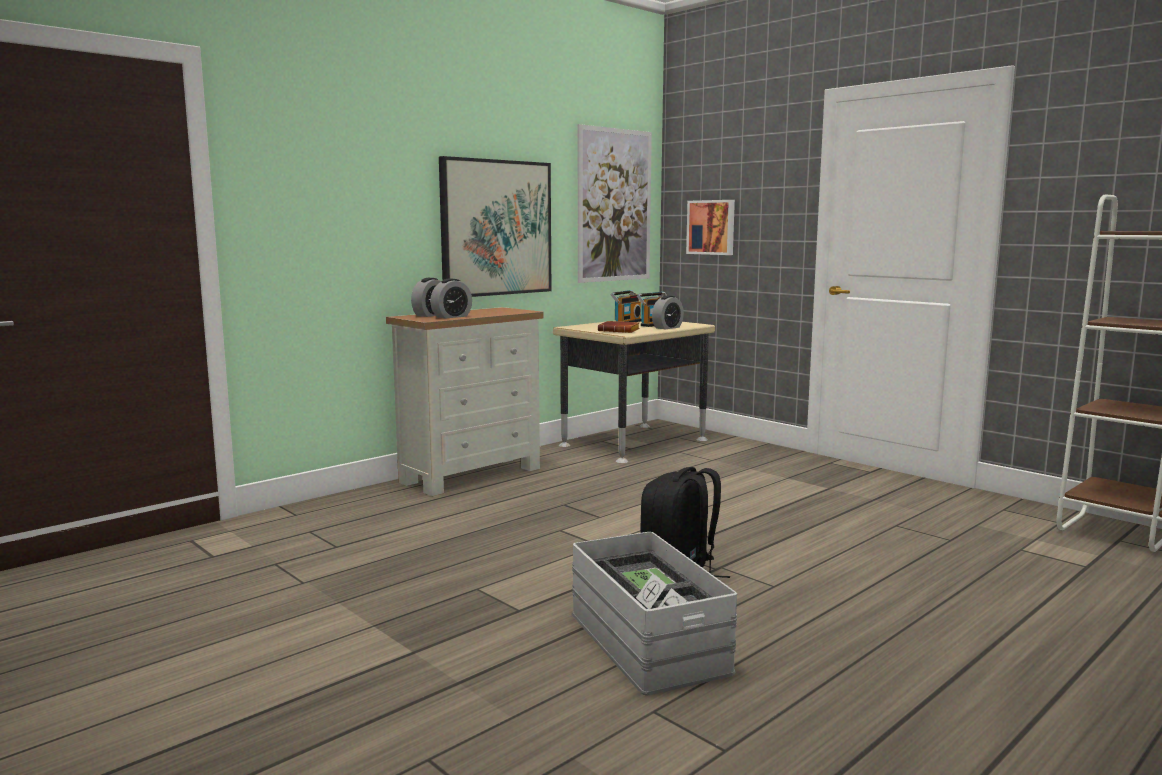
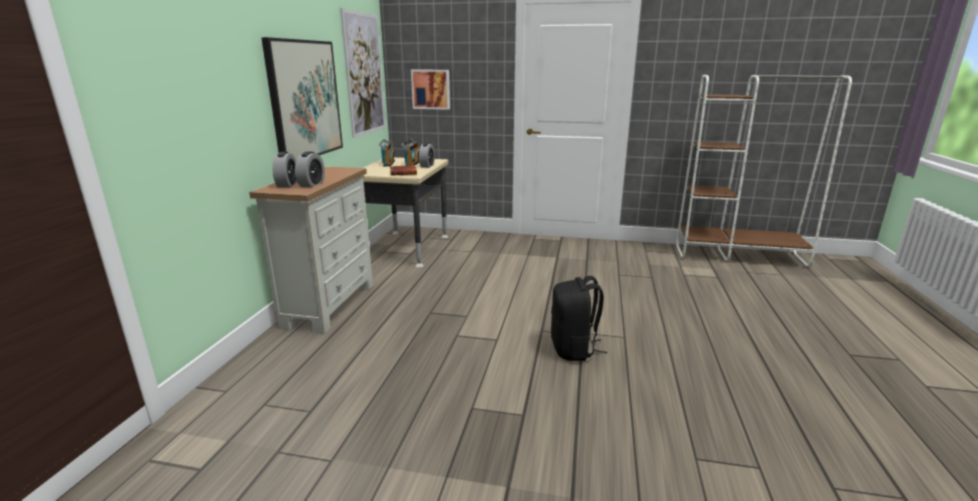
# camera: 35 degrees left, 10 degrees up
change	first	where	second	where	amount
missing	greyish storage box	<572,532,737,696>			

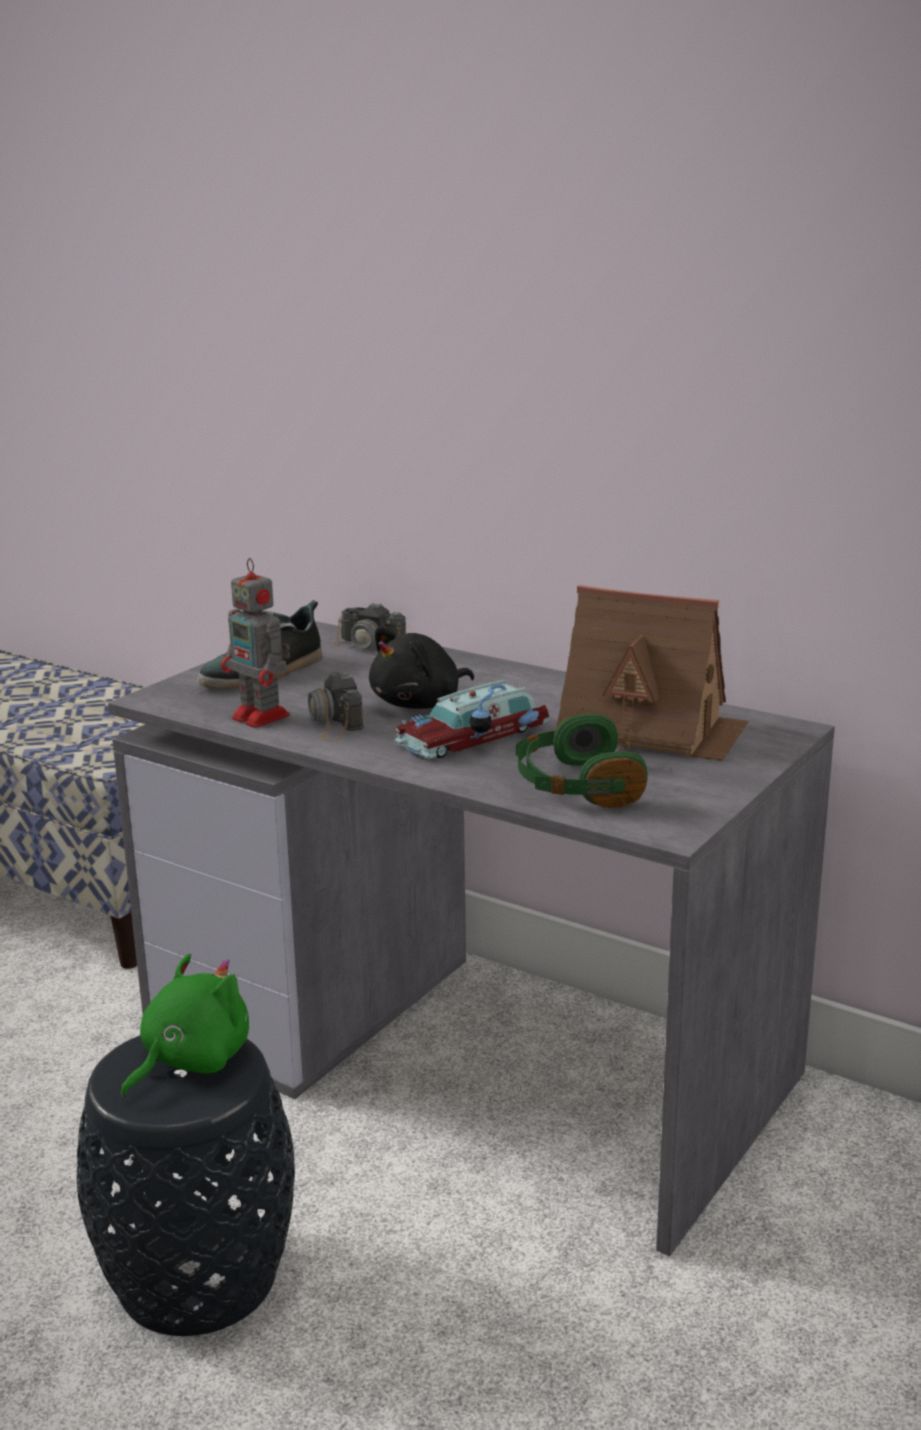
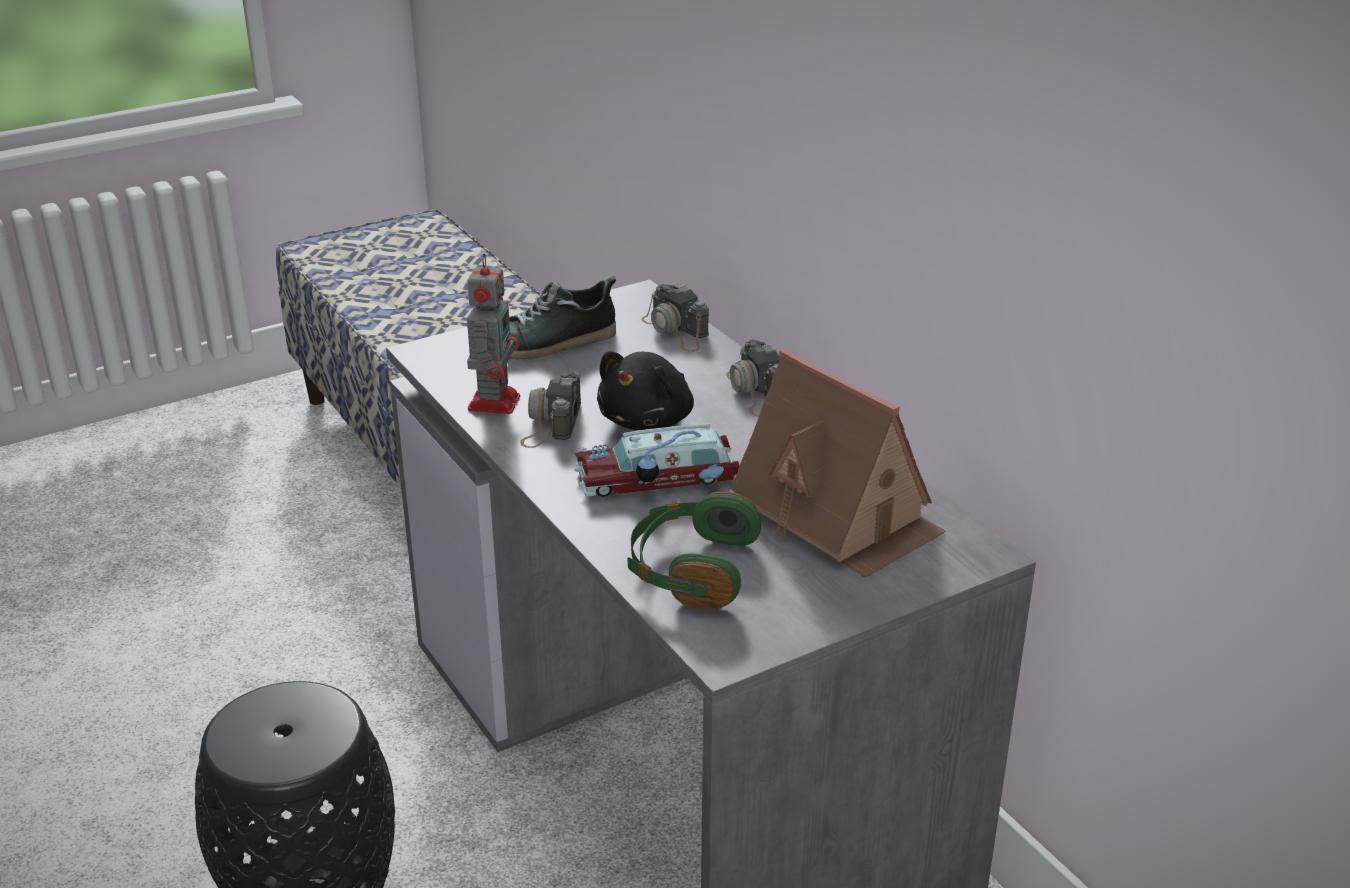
# camera: 25 degrees right, 10 degrees up
change	first	where	second	where	amount
missing	green-coloured soft toy	<121,953,249,1098>			
appeared			photo camera	<726,339,780,417>	
spun	robot figure	<221,558,290,728>		<467,253,520,414>	150 degrees counterclockwise
spun	blackish soft toy	<369,627,474,709>		<597,351,694,430>	45 degrees counterclockwise

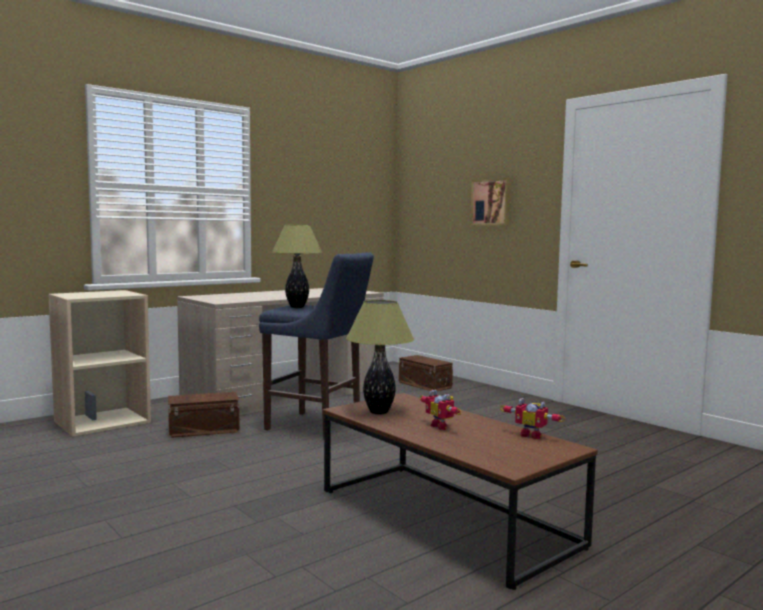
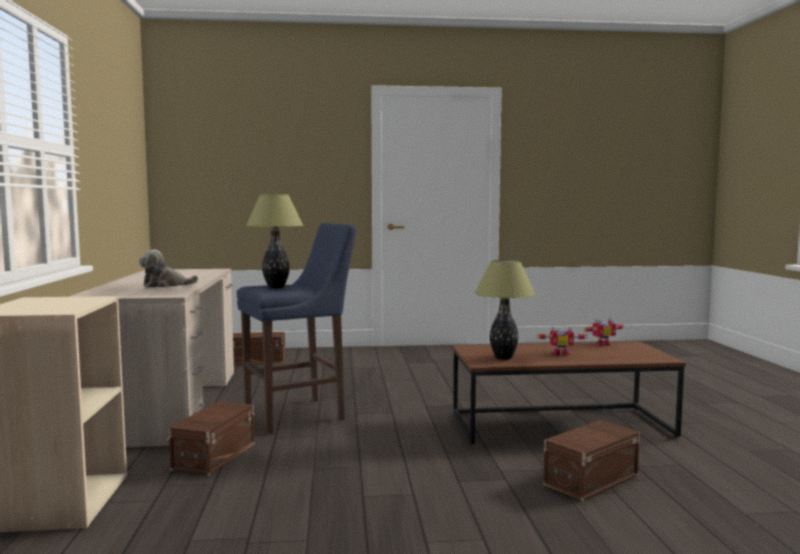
# camera: 55 degrees left, 0 degrees up
change	first	where	second	where	amount
missing	wall picture	<470,178,510,225>			
appeared			soft toy	<139,250,198,288>	
appeared			brownish storage box	<543,420,640,502>	

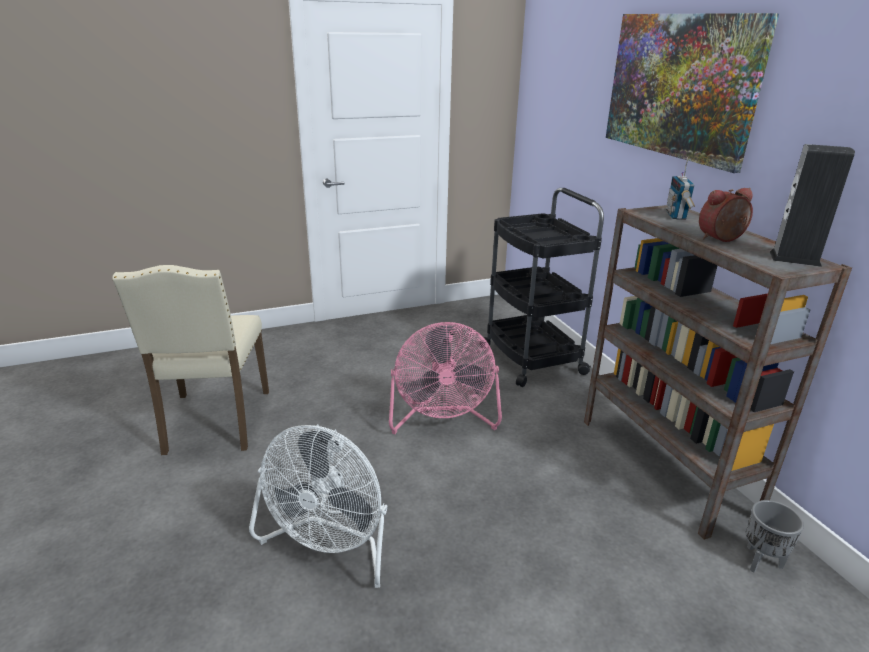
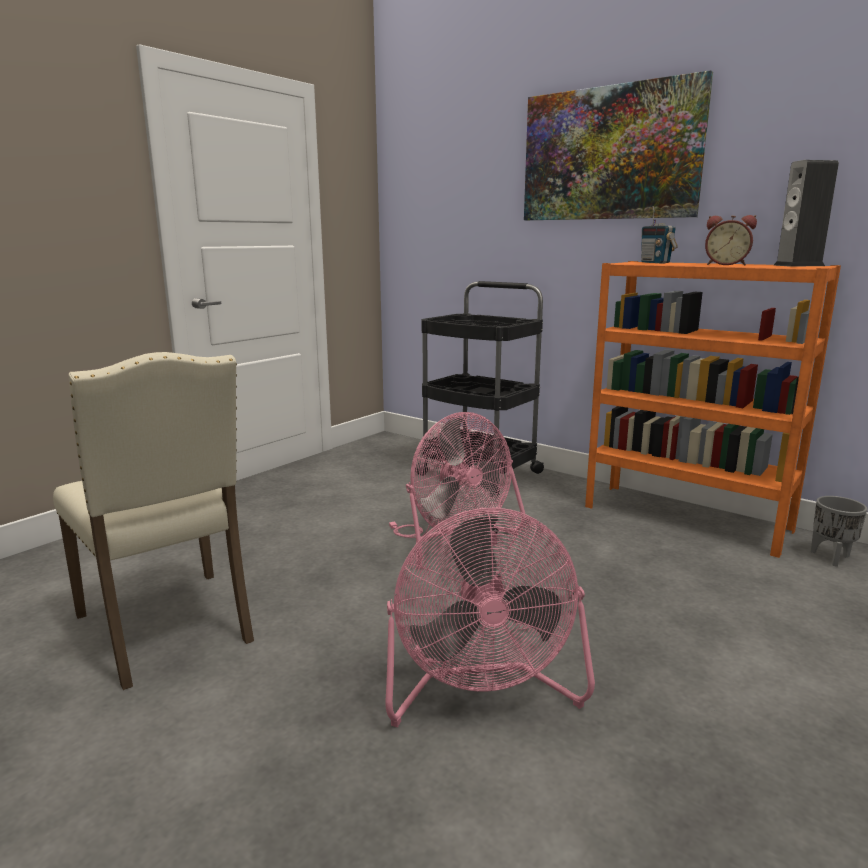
# camera: 30 degrees left, 10 degrees down
change	first	where	second	where	amount
colour	white-coloured electric fan	<249,424,387,588>	pink electric fan	<385,508,595,727>	
colour	greyish bookcase	<584,205,852,540>	orange bookcase	<585,261,841,558>	
spun	table clock	<699,188,753,242>		<705,215,757,266>	105 degrees counterclockwise

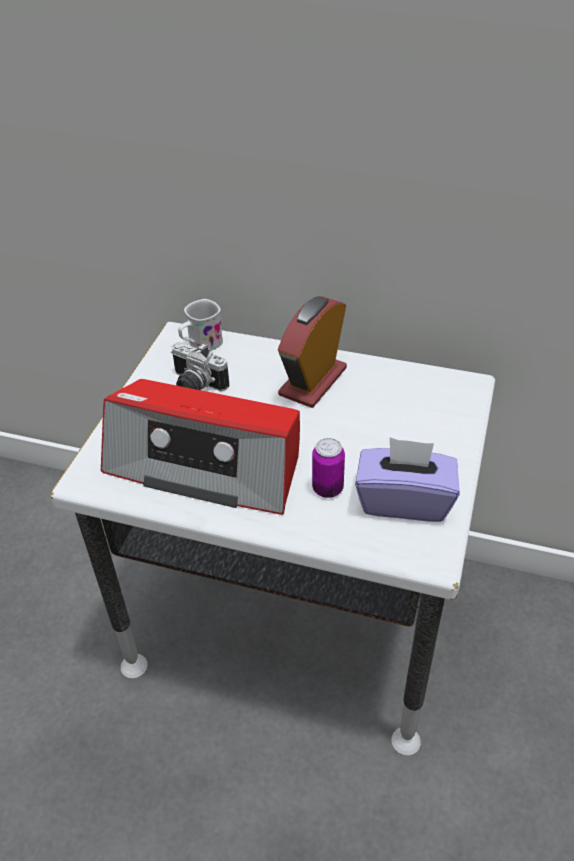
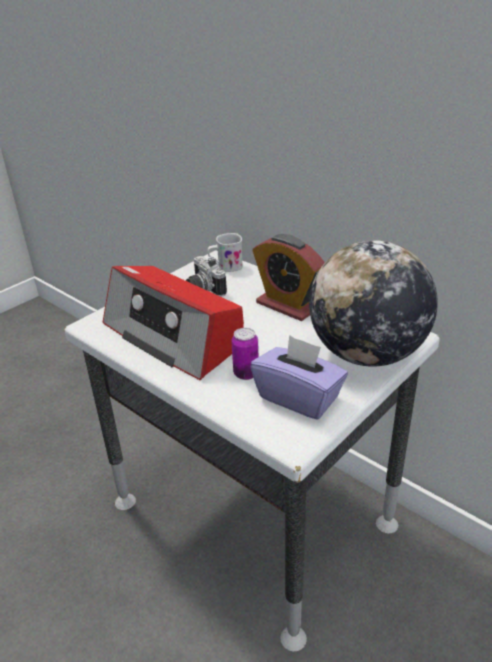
# camera: 25 degrees right, 10 degrees down
change	first	where	second	where	amount
appeared			world globe	<309,240,438,367>	
spun	table clock	<278,296,347,408>		<252,234,325,321>	105 degrees counterclockwise

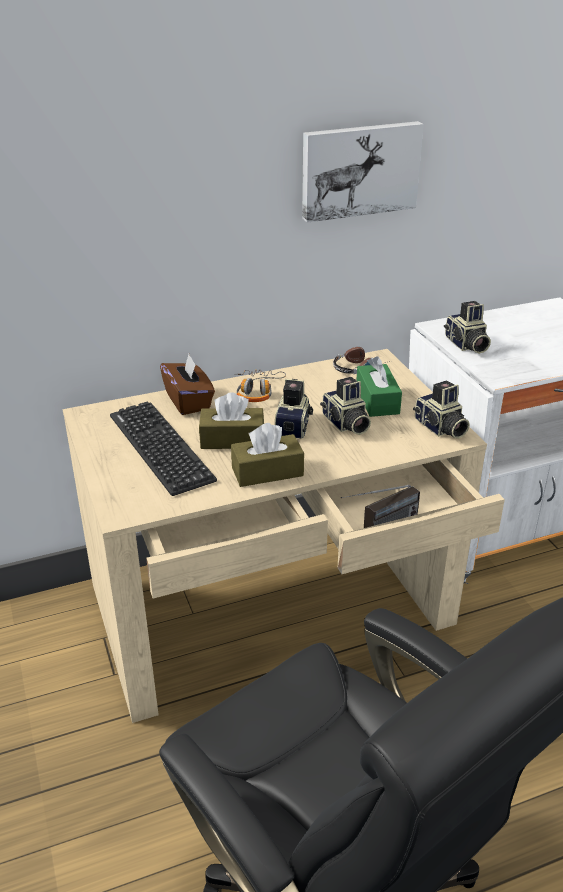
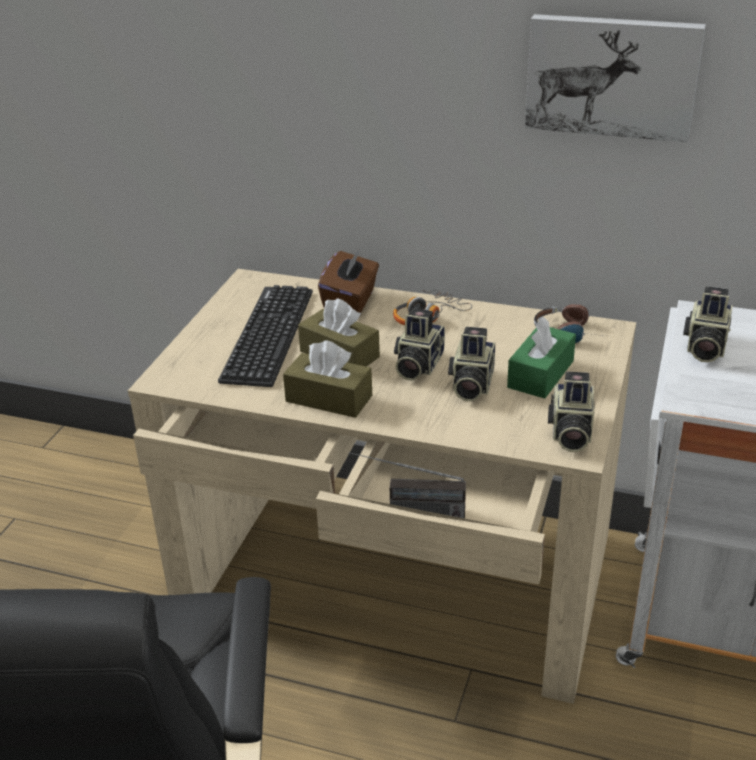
# camera: 40 degrees right, 0 degrees up
change	first	where	second	where	amount
spun	photo camera	<275,379,313,439>		<394,308,445,380>	150 degrees clockwise

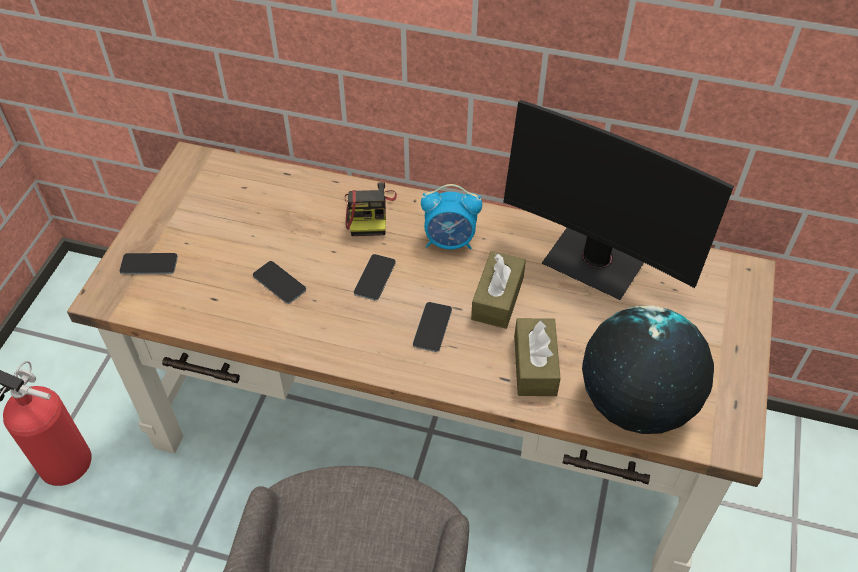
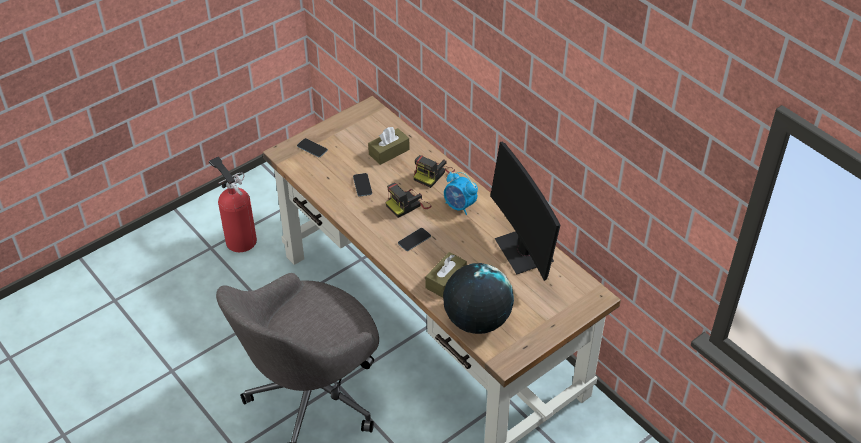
# camera: 35 degrees right, 5 degrees down
change	first	where	second	where	amount
relocated	brownish tissue box	<471,251,526,329>		<368,127,410,165>	
exchanged	phone	<354,254,396,300>	photo camera	<386,183,431,218>	

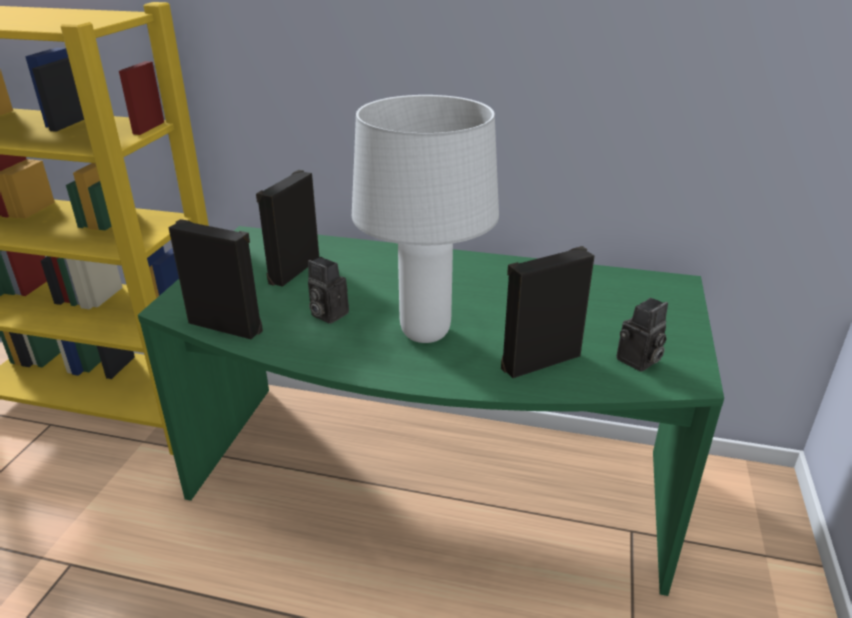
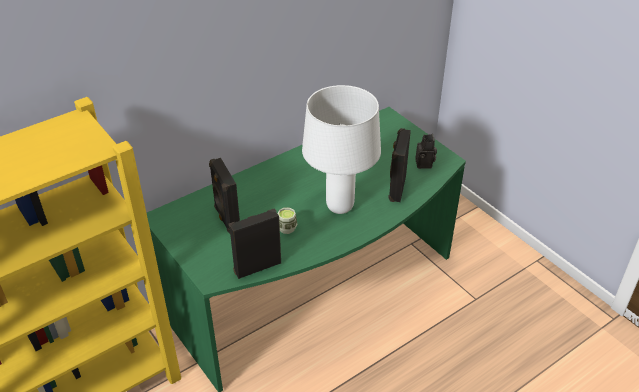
# camera: 50 degrees left, 10 degrees up
change	first	where	second	where	amount
exchanged	photo camera	<308,257,349,324>	small cup	<278,207,297,234>	

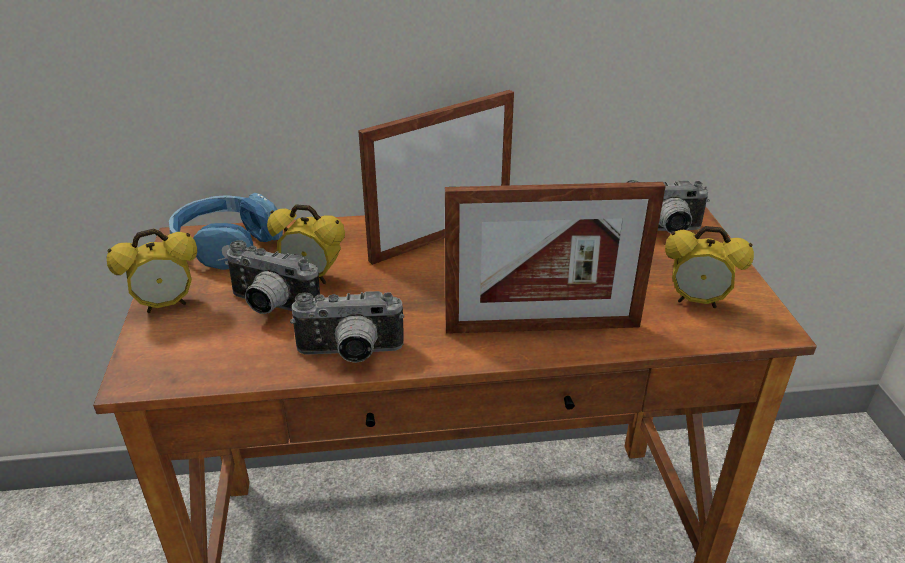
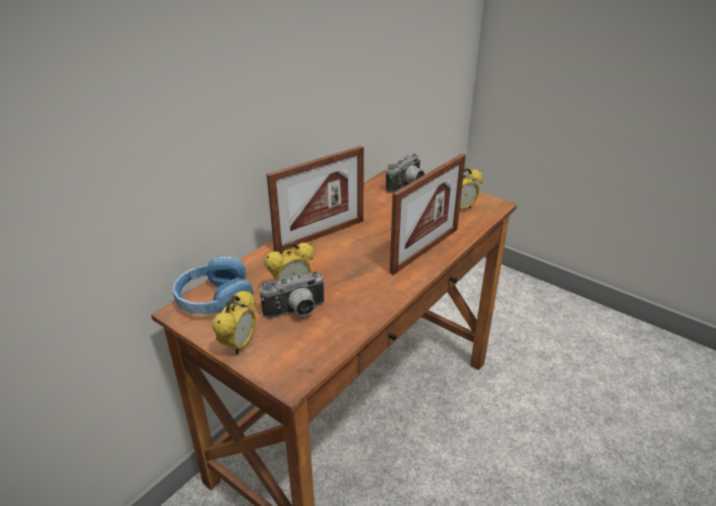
# camera: 45 degrees left, 0 degrees up
change	first	where	second	where	amount
missing	photo camera	<290,291,404,363>			
spun	photo frame	<358,90,514,265>		<267,146,364,252>	135 degrees counterclockwise

